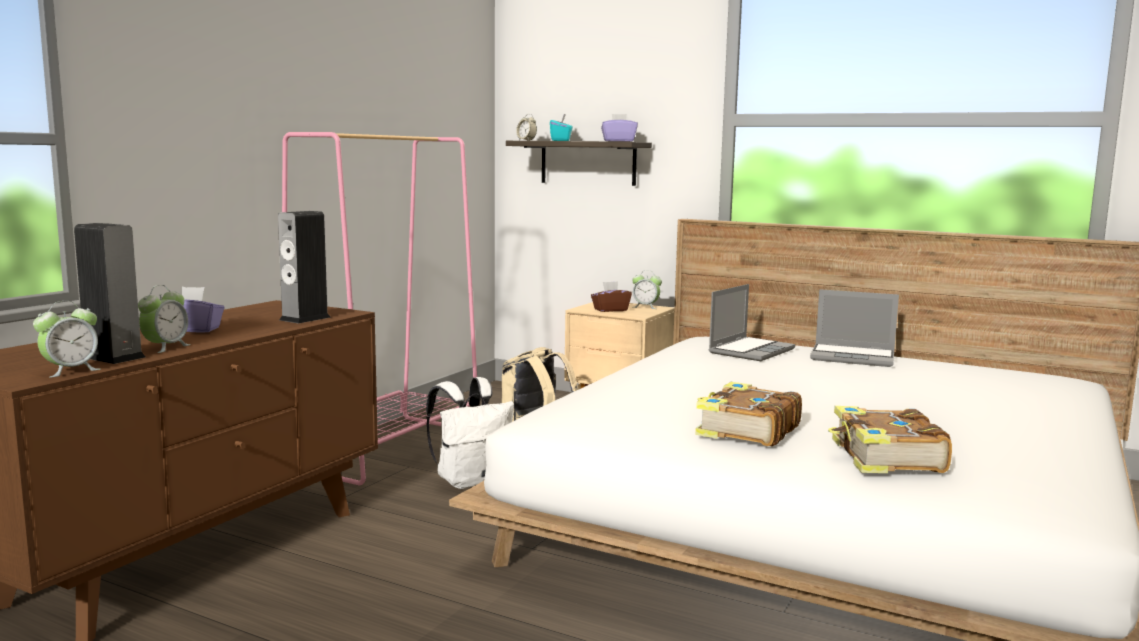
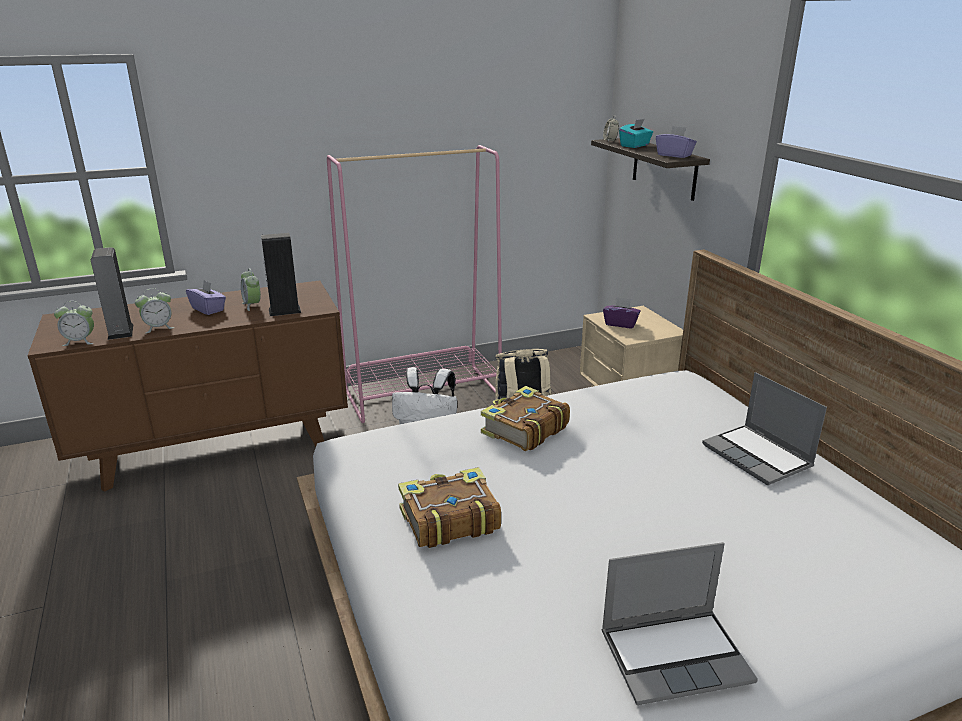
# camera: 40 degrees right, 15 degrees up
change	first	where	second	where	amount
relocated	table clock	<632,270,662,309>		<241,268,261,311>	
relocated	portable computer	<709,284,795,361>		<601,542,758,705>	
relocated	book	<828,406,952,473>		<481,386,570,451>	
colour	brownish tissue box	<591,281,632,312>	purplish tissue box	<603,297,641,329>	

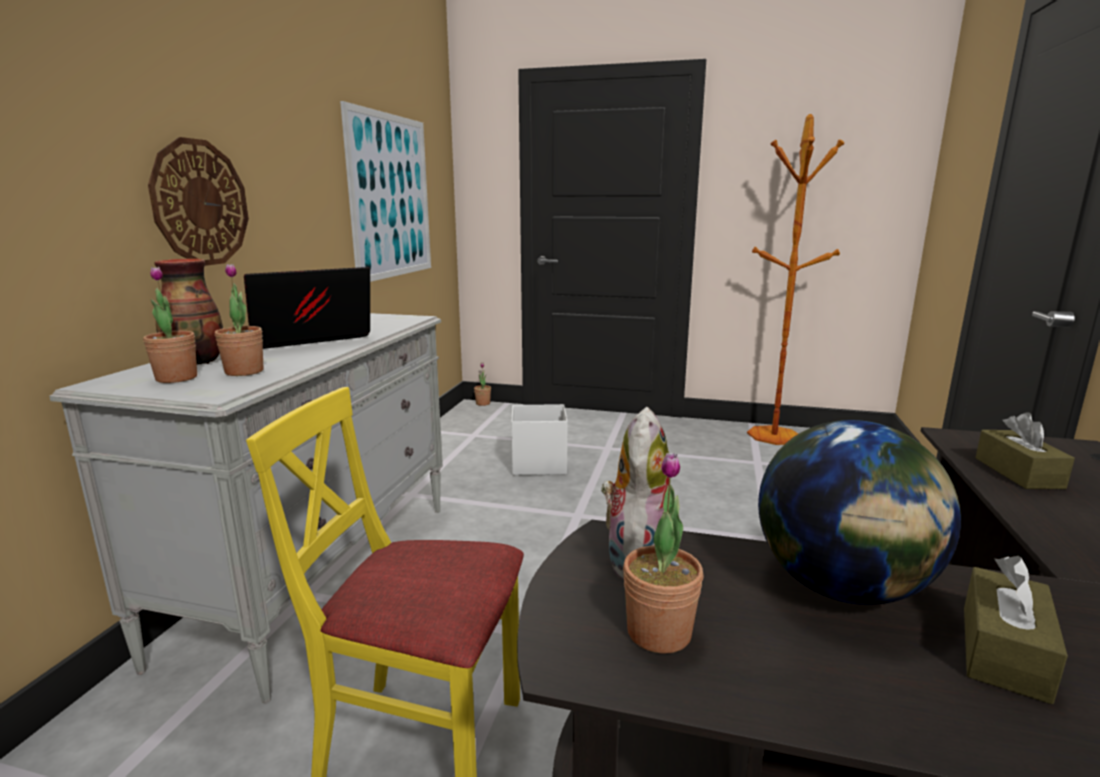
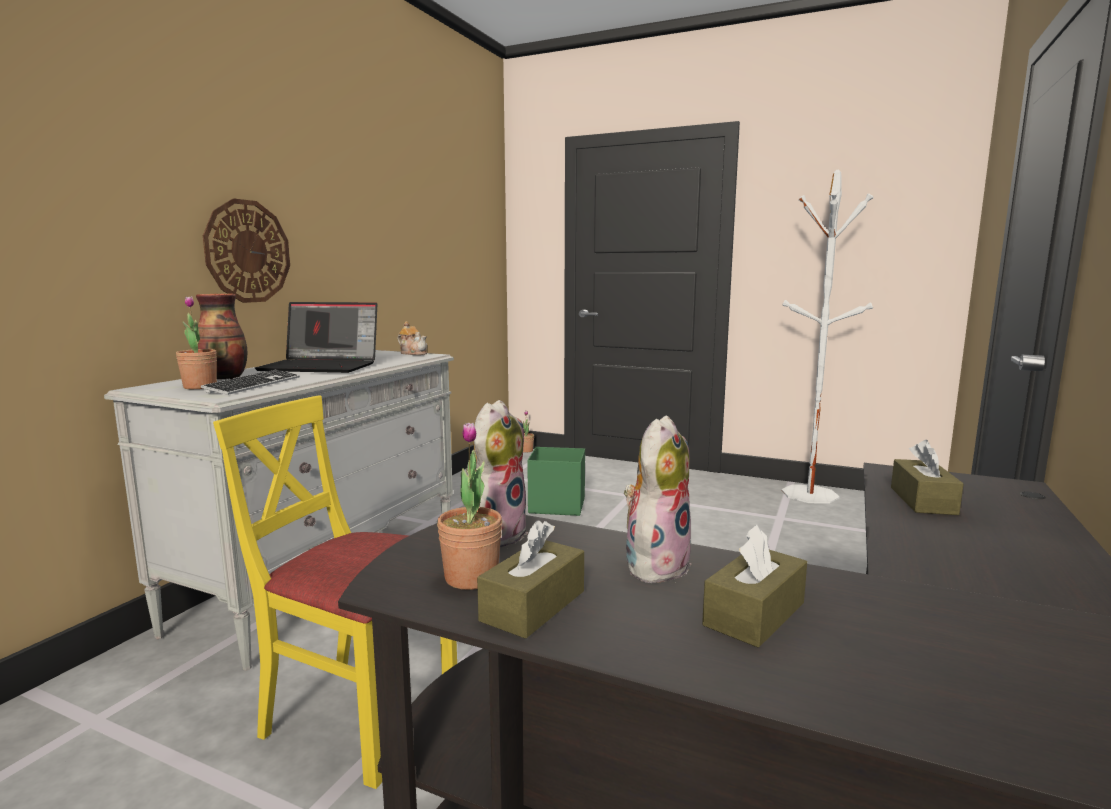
# camera: 10 degrees right, 5 degrees down
change	first	where	second	where	amount
missing	wall picture	<340,101,431,282>			
appeared			pot for tea	<398,321,427,355>	
appeared			brownish tissue box	<477,520,584,639>	
exchanged	potted plant	<215,264,263,376>	keyboard	<201,370,300,395>	
exchanged	world globe	<758,420,961,605>	soft toy	<624,415,691,585>	
colour	white-coloured storage box	<512,404,568,476>	green-coloured storage box	<527,447,585,516>	
colour	orange garment rack	<747,114,844,445>	white-coloured garment rack	<781,170,873,504>	
spun	portable computer	<244,267,370,349>		<255,302,377,373>	150 degrees counterclockwise

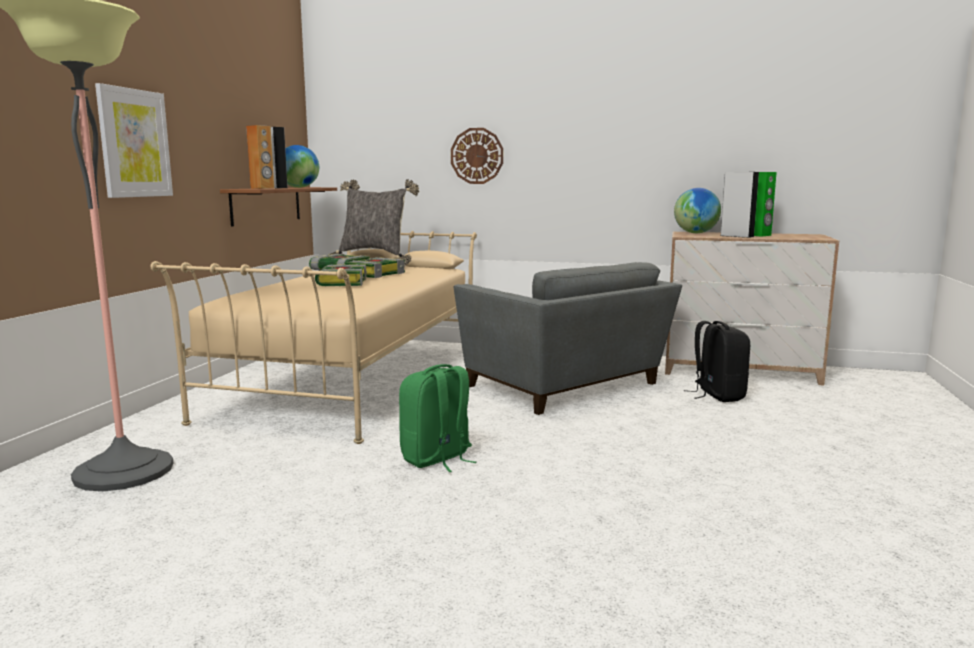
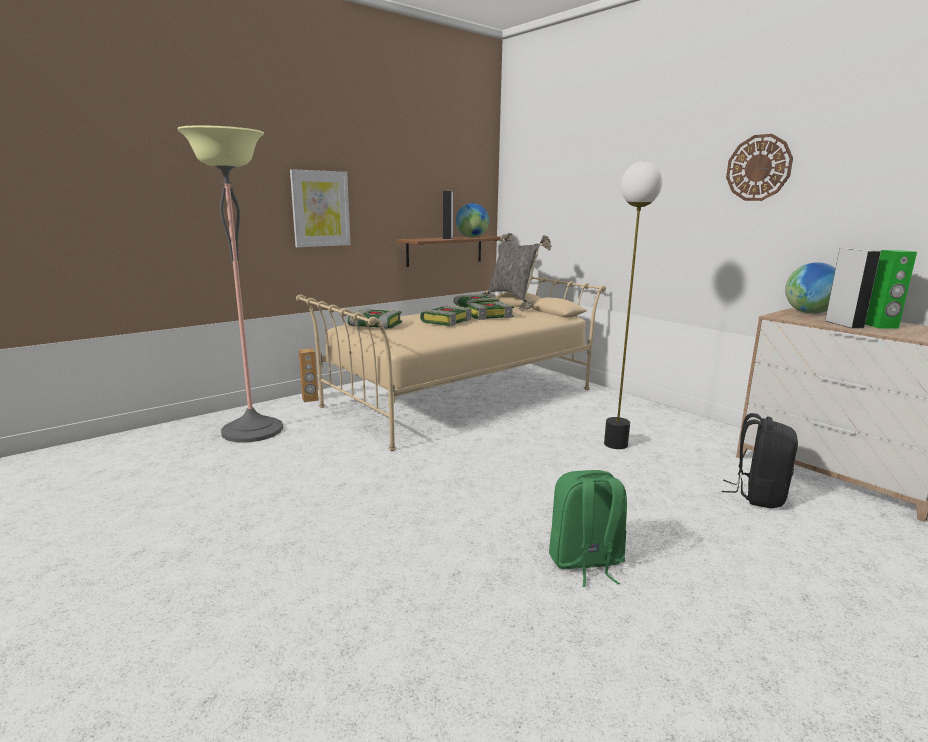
# camera: 35 degrees right, 5 degrees up
change	first	where	second	where	amount
appeared			book	<348,308,402,329>	
relocated	brownish audio speaker	<246,125,274,189>		<299,348,319,402>	
relocated	green-coloured backpack	<399,364,476,472>		<549,470,627,587>	
relocated	wall clock	<451,128,503,184>		<726,134,793,201>	
exchanged	greyish easy chair	<454,262,682,415>	floor lamp	<604,162,662,449>	

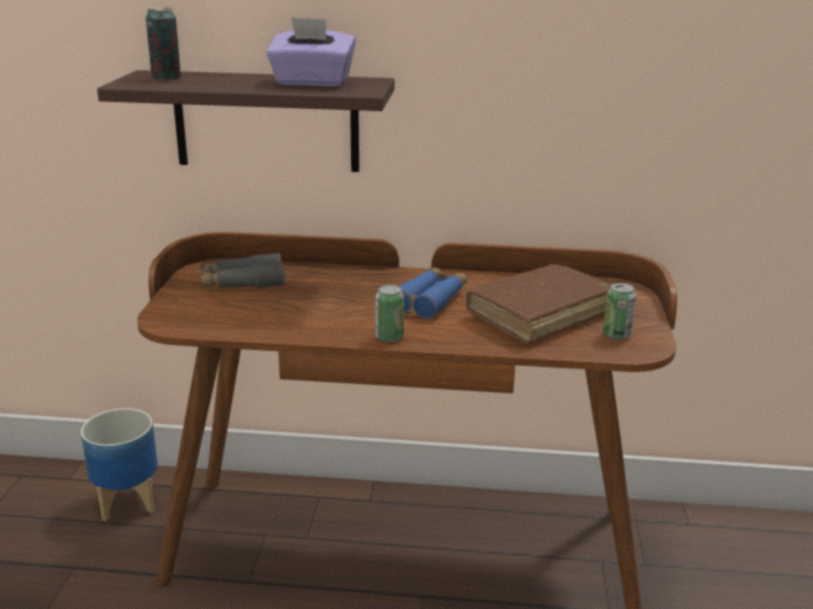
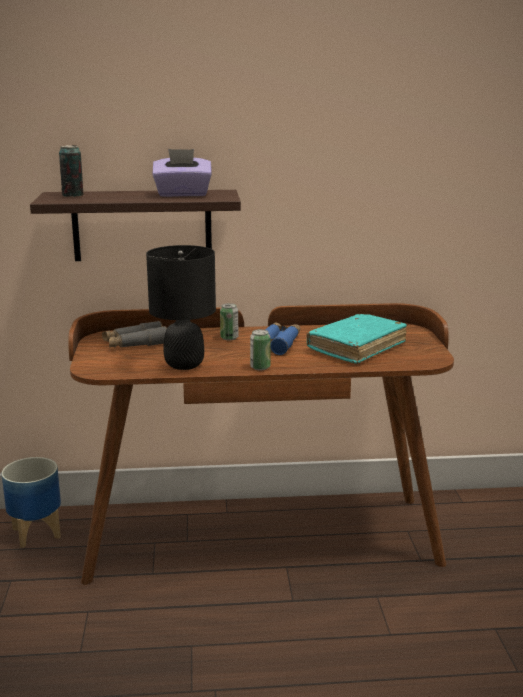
# camera: 10 degrees left, 5 degrees down
change	first	where	second	where	amount
appeared			blackish tabletop lamp	<146,245,216,370>	
relocated	sealed can	<603,283,636,340>		<220,303,238,340>	
colour	brownish book	<466,264,611,344>	turquoise book	<307,314,407,364>	

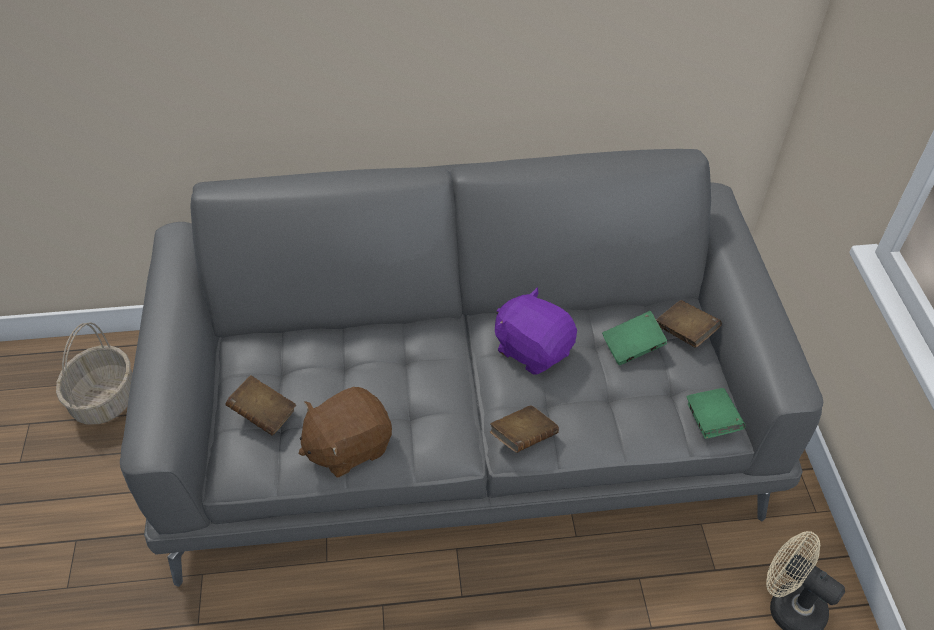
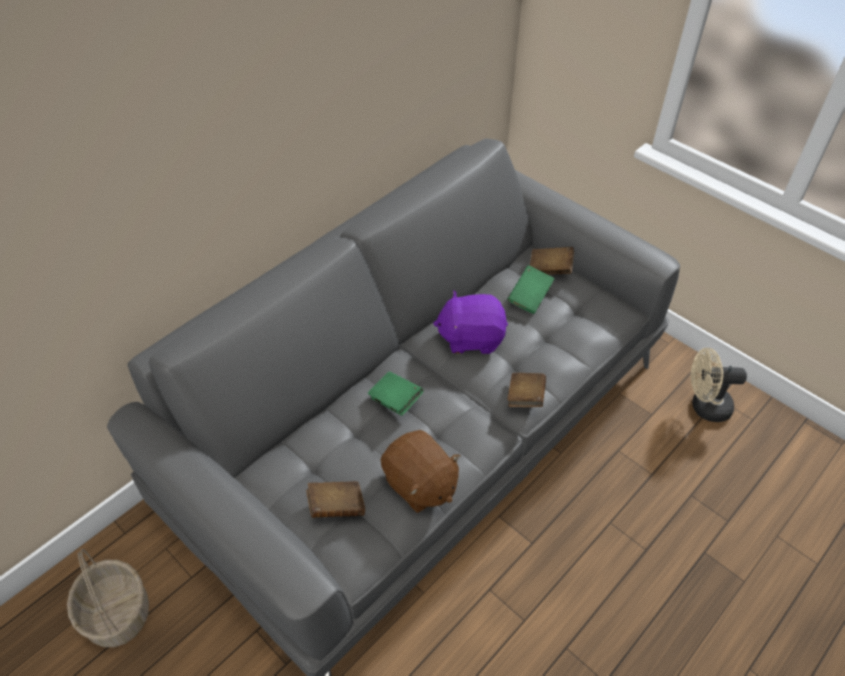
# camera: 40 degrees left, 0 degrees up
change	first	where	second	where	amount
relocated	green-coloured book	<686,388,745,439>		<368,372,424,416>	
spun	brownish soft toy	<299,387,392,478>		<381,430,461,513>	60 degrees counterclockwise

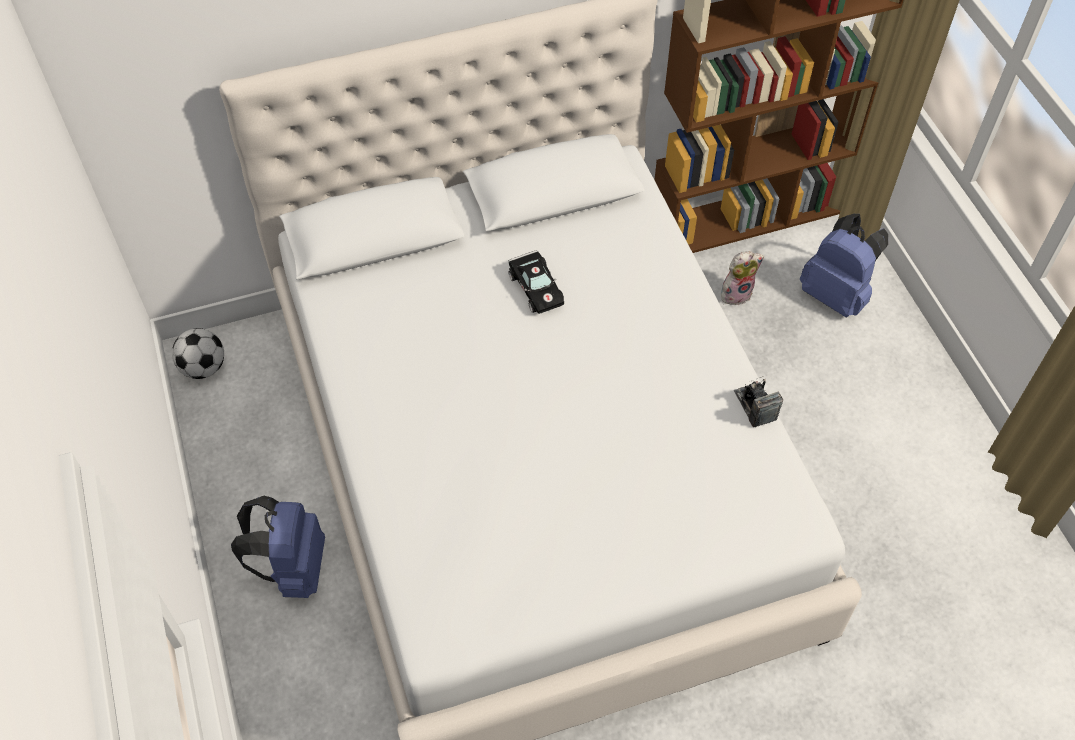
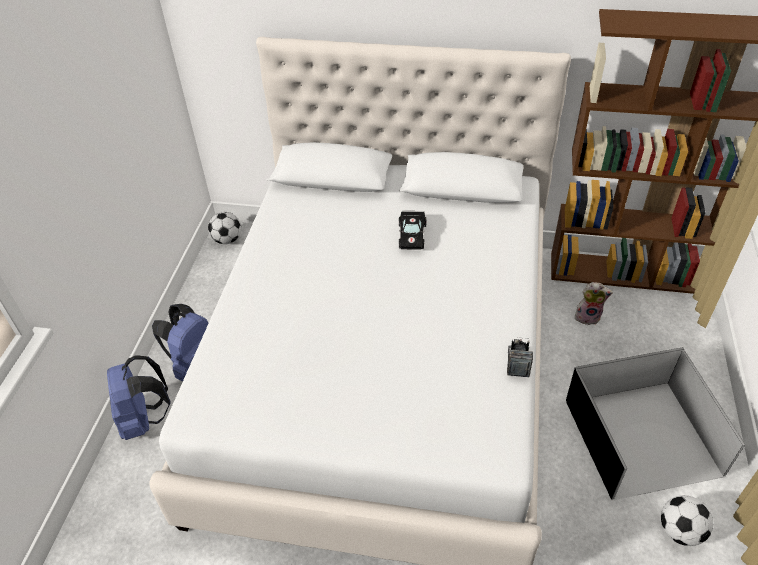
# camera: 30 degrees right, 10 degrees down
change	first	where	second	where	amount
appeared			blackish storage box	<566,347,745,500>	
appeared			football	<661,495,713,546>	
relocated	blue-coloured backpack	<800,214,888,317>		<107,355,171,440>	

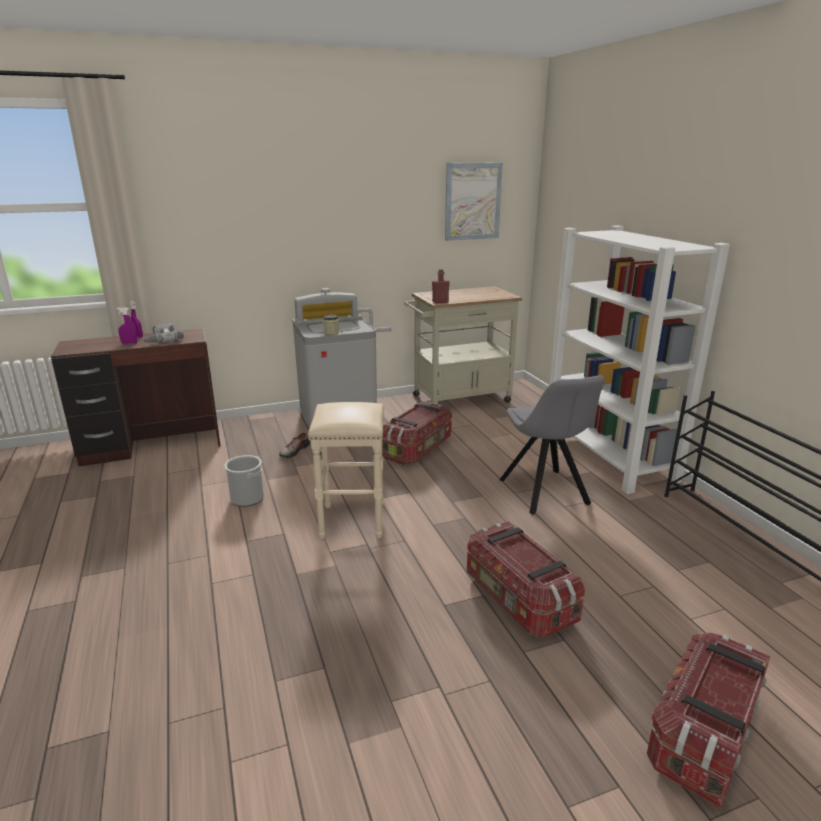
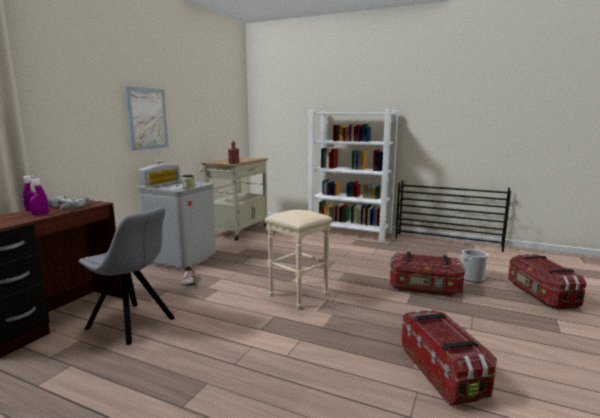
# camera: 45 degrees left, 10 degrees down
change	first	where	second	where	amount
relocated	pail	<224,455,264,507>		<462,249,488,283>	
relocated	storage box	<382,401,452,465>		<402,309,497,406>	
relocated	wall picture	<445,163,503,241>		<125,86,169,151>	
relocated	greyish plain chair	<499,375,605,514>		<79,207,174,345>	

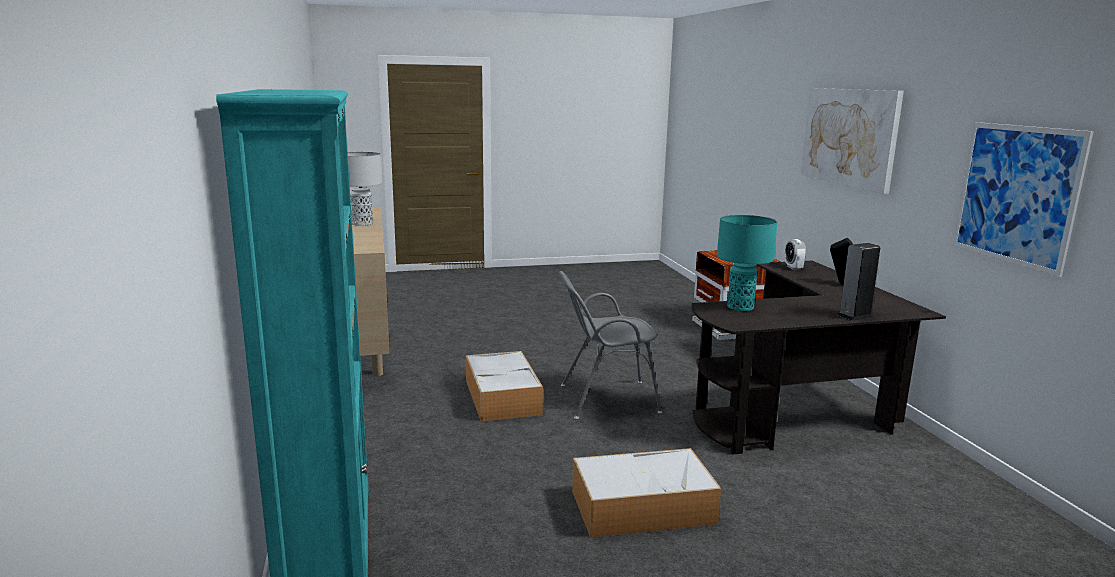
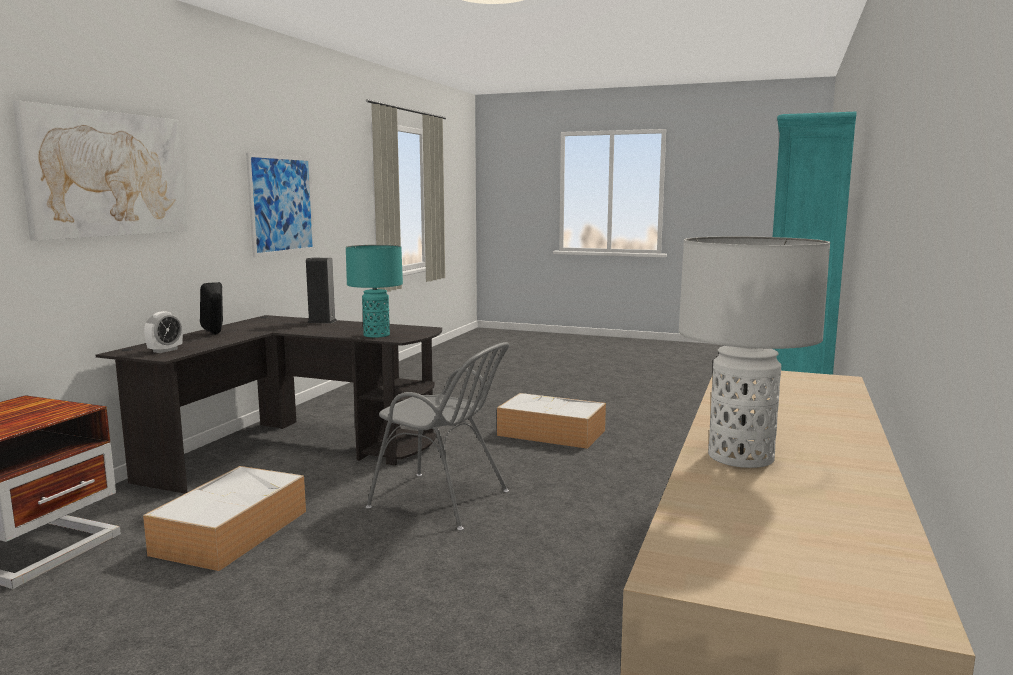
# camera: 145 degrees left, 5 degrees down
change	first	where	second	where	amount
relocated	storage box	<466,351,543,421>		<143,466,306,571>	

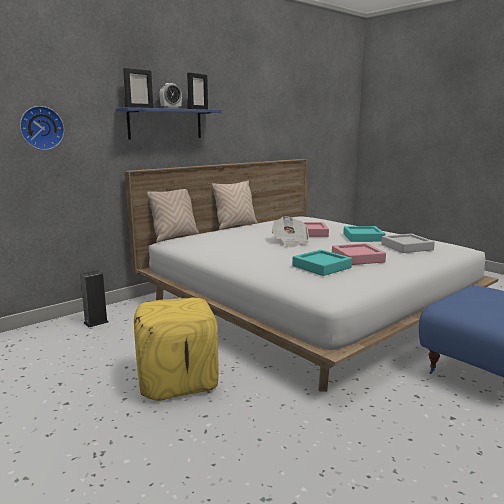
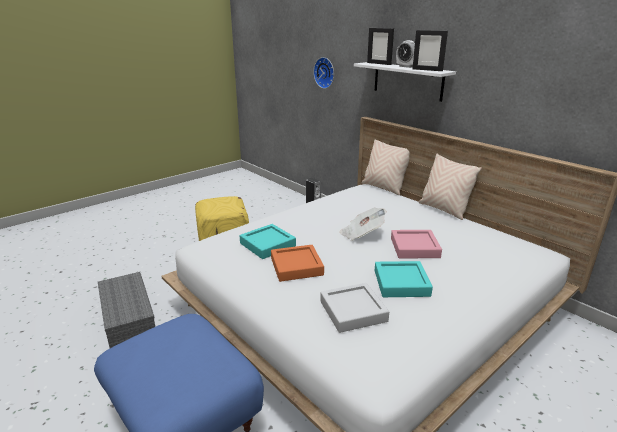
# camera: 90 degrees right, 10 degrees up
change	first	where	second	where	amount
appeared			greyish storage box	<98,272,155,348>	
colour	blue-coloured bracket shelf	<116,107,222,140>	white-coloured bracket shelf	<354,62,456,102>	
colour	pink serving tray	<332,243,386,265>	orange serving tray	<271,245,324,282>	

